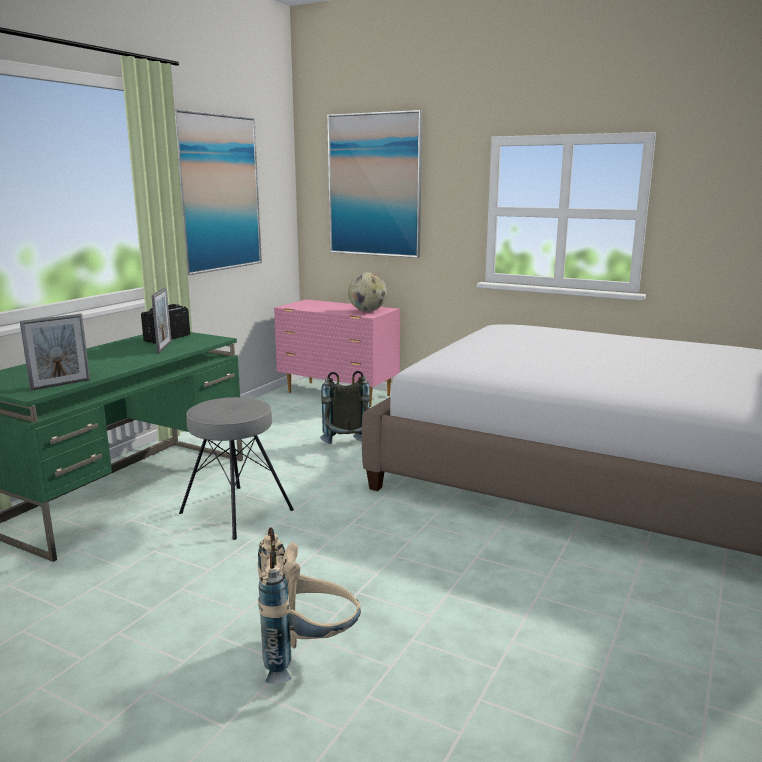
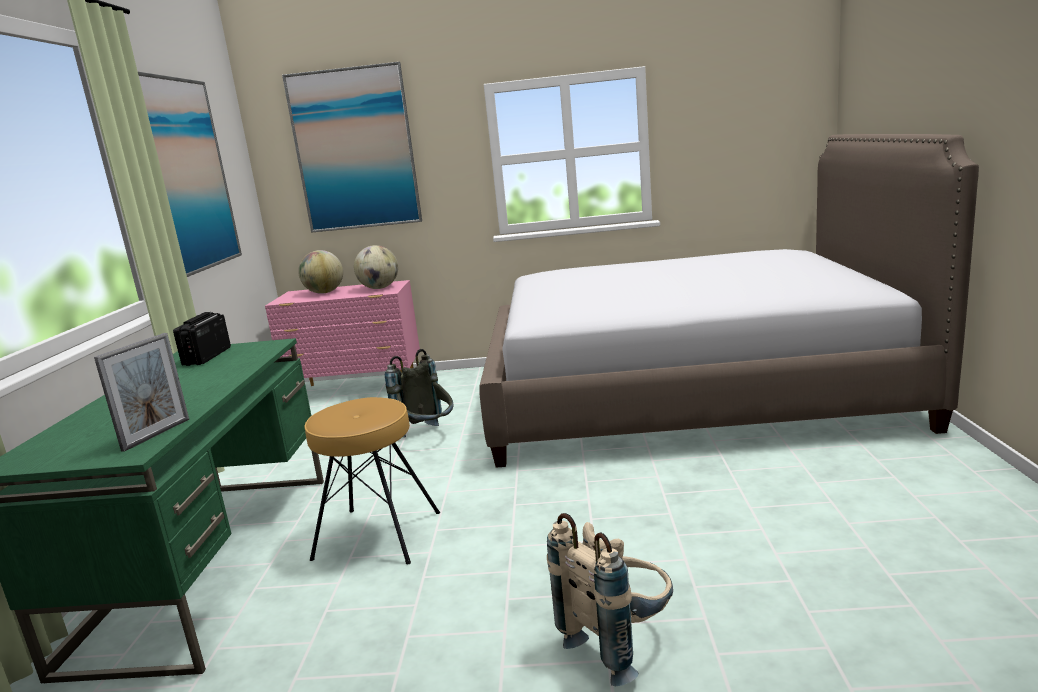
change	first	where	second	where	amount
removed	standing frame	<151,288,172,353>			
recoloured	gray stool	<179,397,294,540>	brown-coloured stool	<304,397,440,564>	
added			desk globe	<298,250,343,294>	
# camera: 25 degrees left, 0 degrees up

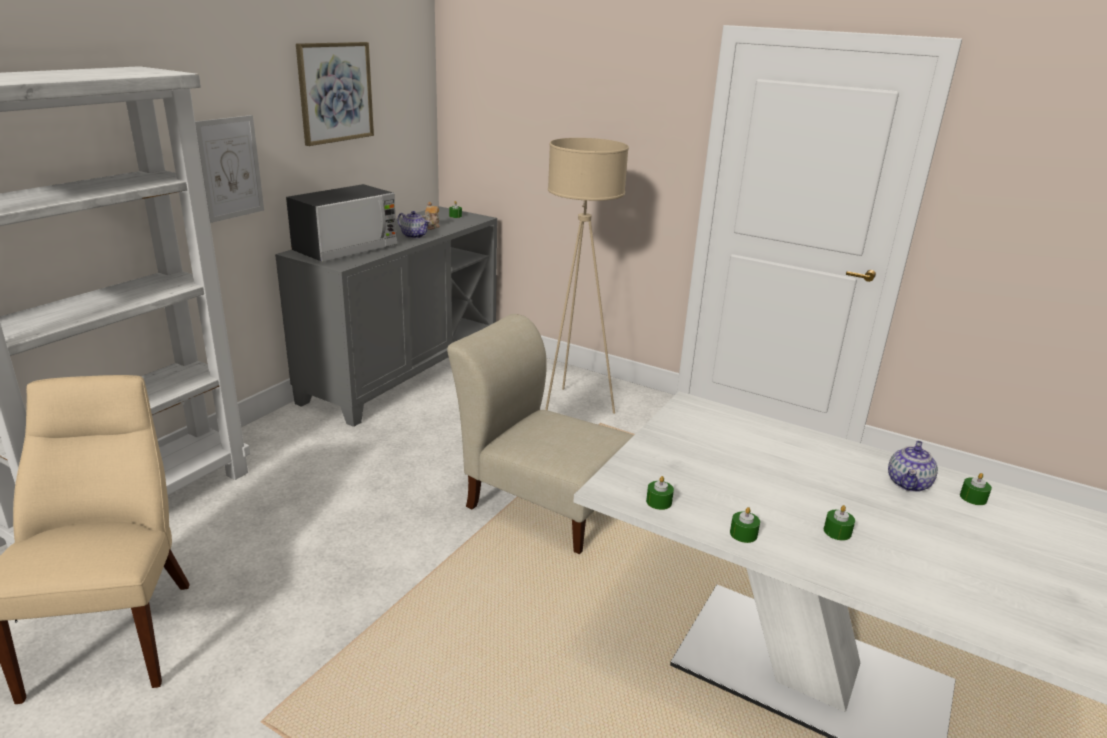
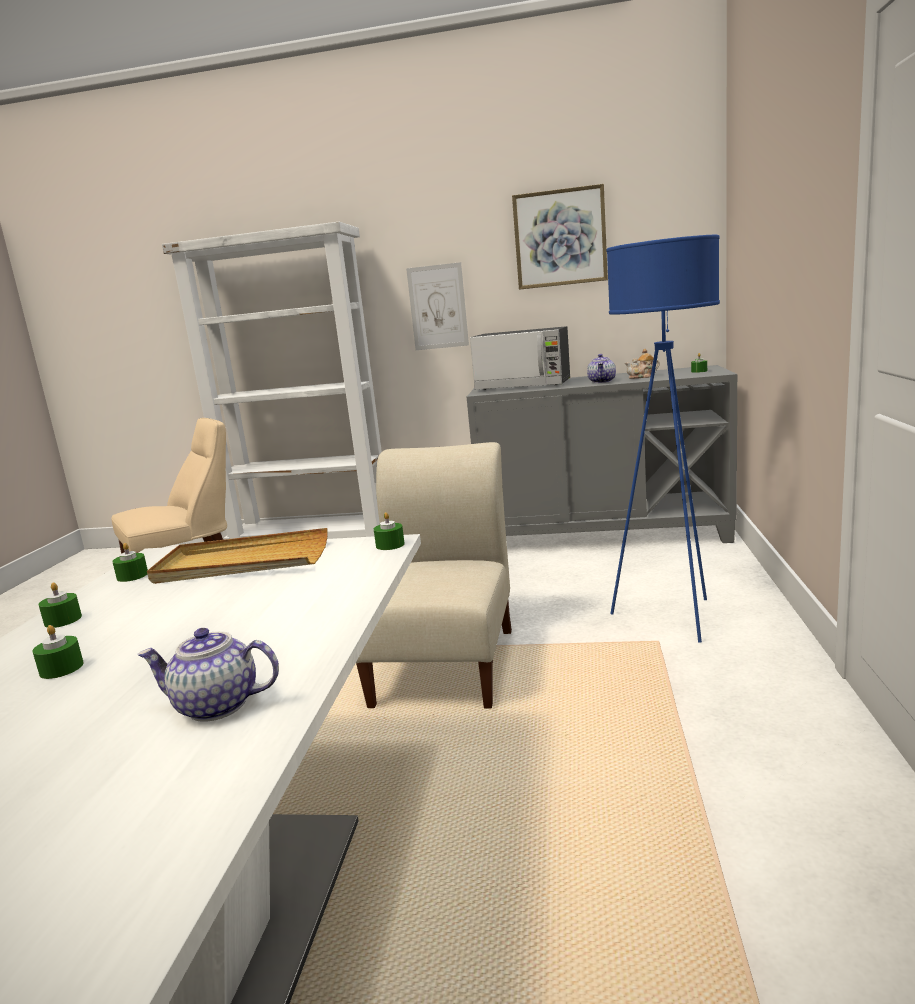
change	first	where	second	where	amount
recoloured	beige-coloured standard lamp	<545,138,629,414>	blue standard lamp	<606,235,720,643>	
moved	green candle	<960,473,992,505>		<374,512,405,550>	
added			beige-coloured serving tray	<147,528,328,584>	
# camera: 70 degrees right, 10 degrees down

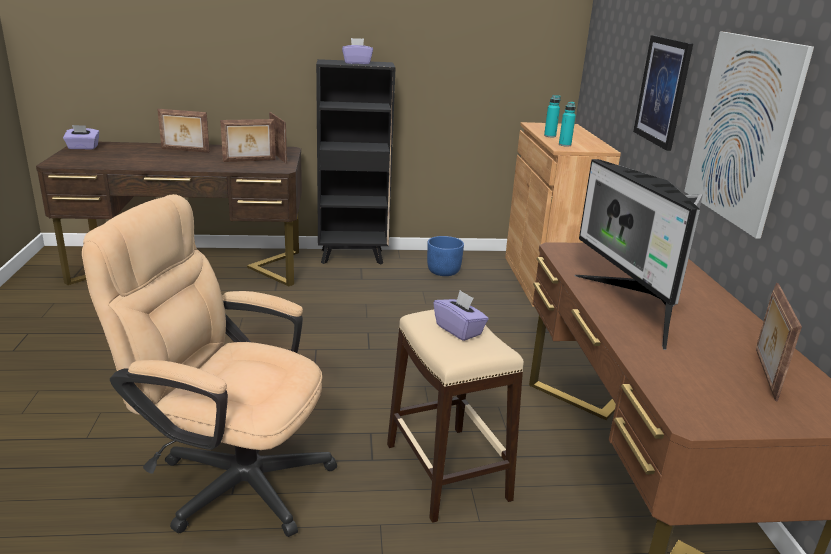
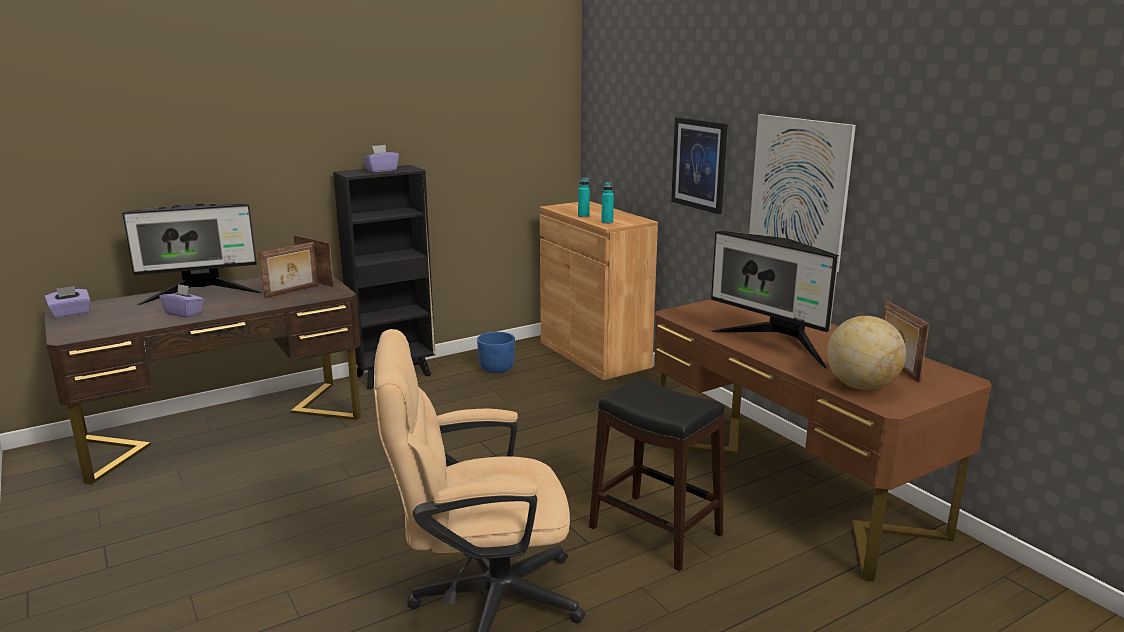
change	first	where	second	where	amount
replaced	standing frame	<157,109,210,153>	monitor	<122,204,263,305>	
recoloured	beige-coloured stool	<387,309,524,523>	blackish stool	<589,378,724,571>	
moved	purple box of tissues	<433,290,489,341>		<159,284,204,318>	
added			desk globe	<827,316,906,390>	
# camera: 25 degrees left, 5 degrees down

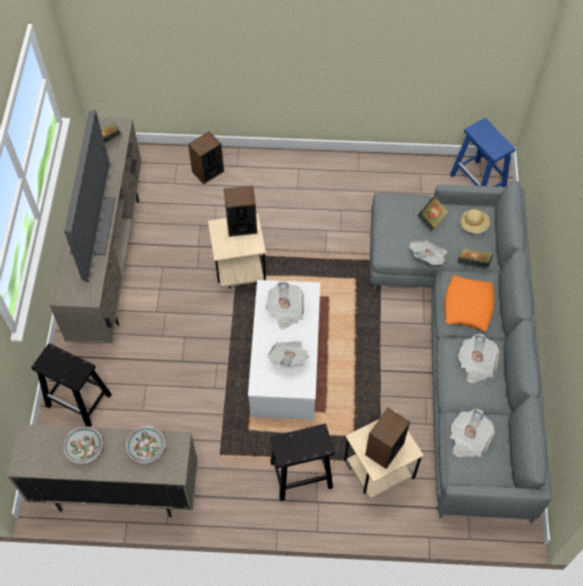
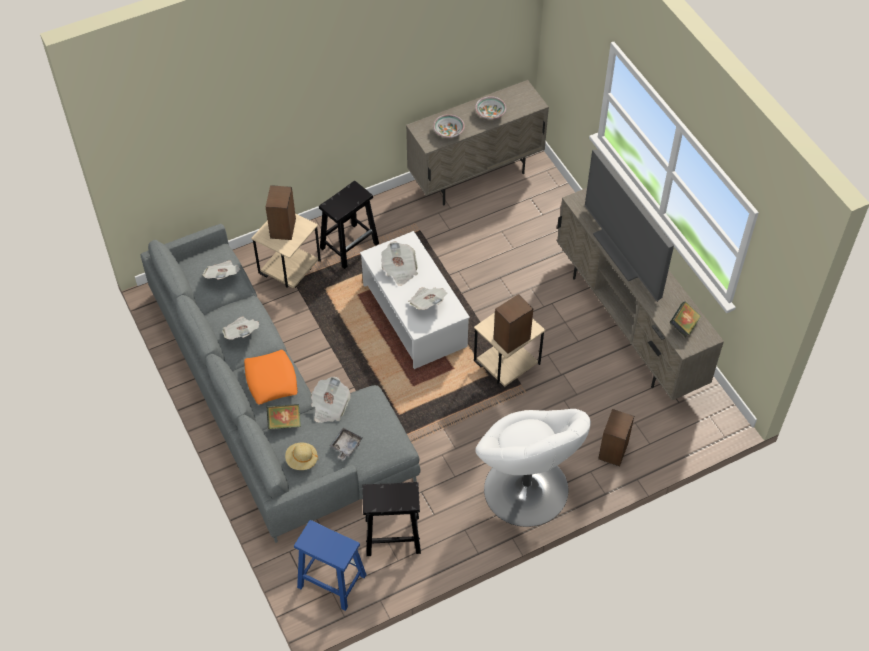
change	first	where	second	where	amount
moved	blackish stool	<31,343,112,427>		<362,482,421,556>	
replaced	book	<417,197,449,231>	gray serving tray	<330,428,362,461>	
added			white-coloured armchair	<475,409,591,527>	
# camera: 150 degrees right, 5 degrees down

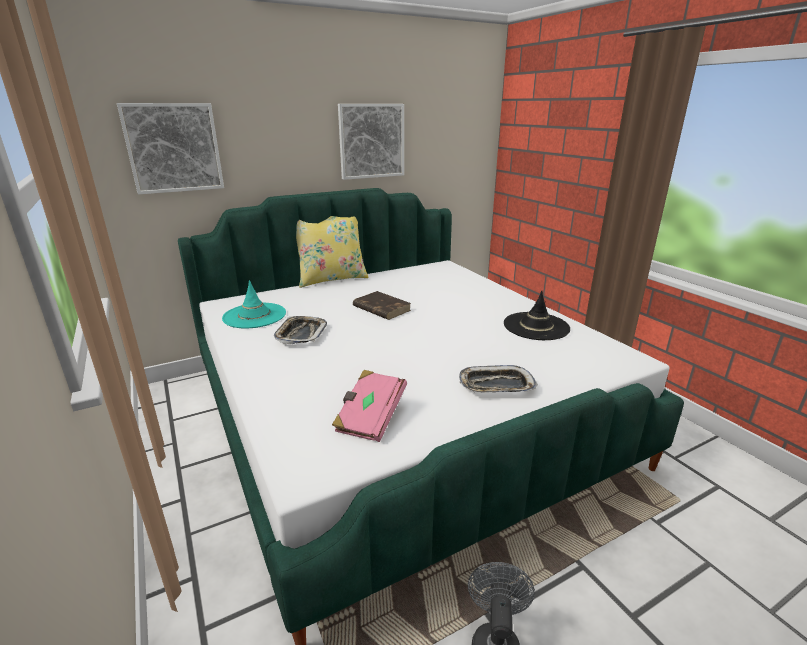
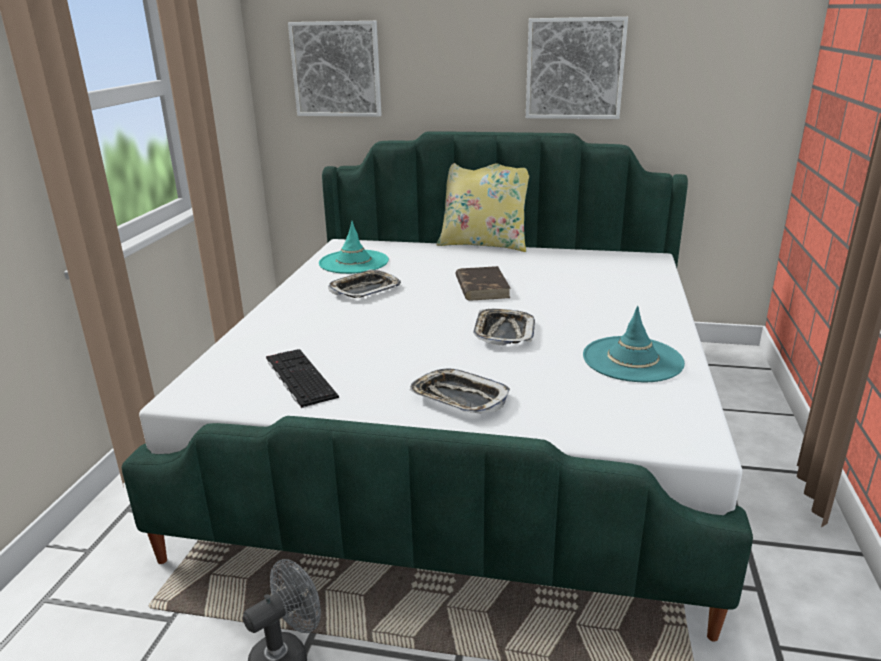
change	first	where	second	where	amount
replaced	pinkish book	<332,370,407,442>	computer keyboard	<266,349,339,408>	
recoloured	blackish hat	<504,291,570,340>	turquoise-coloured hat	<583,306,685,382>	
added			serving tray	<473,309,535,346>	
# camera: 40 degrees right, 0 degrees up

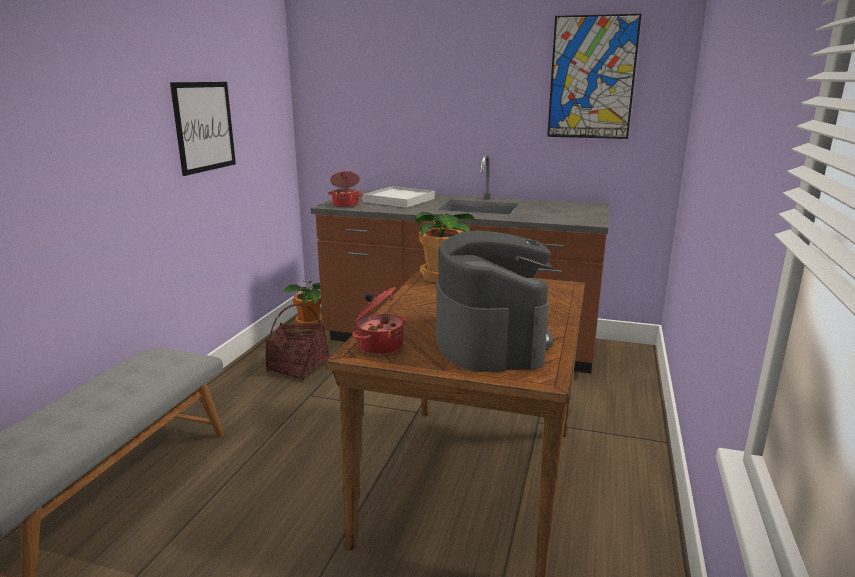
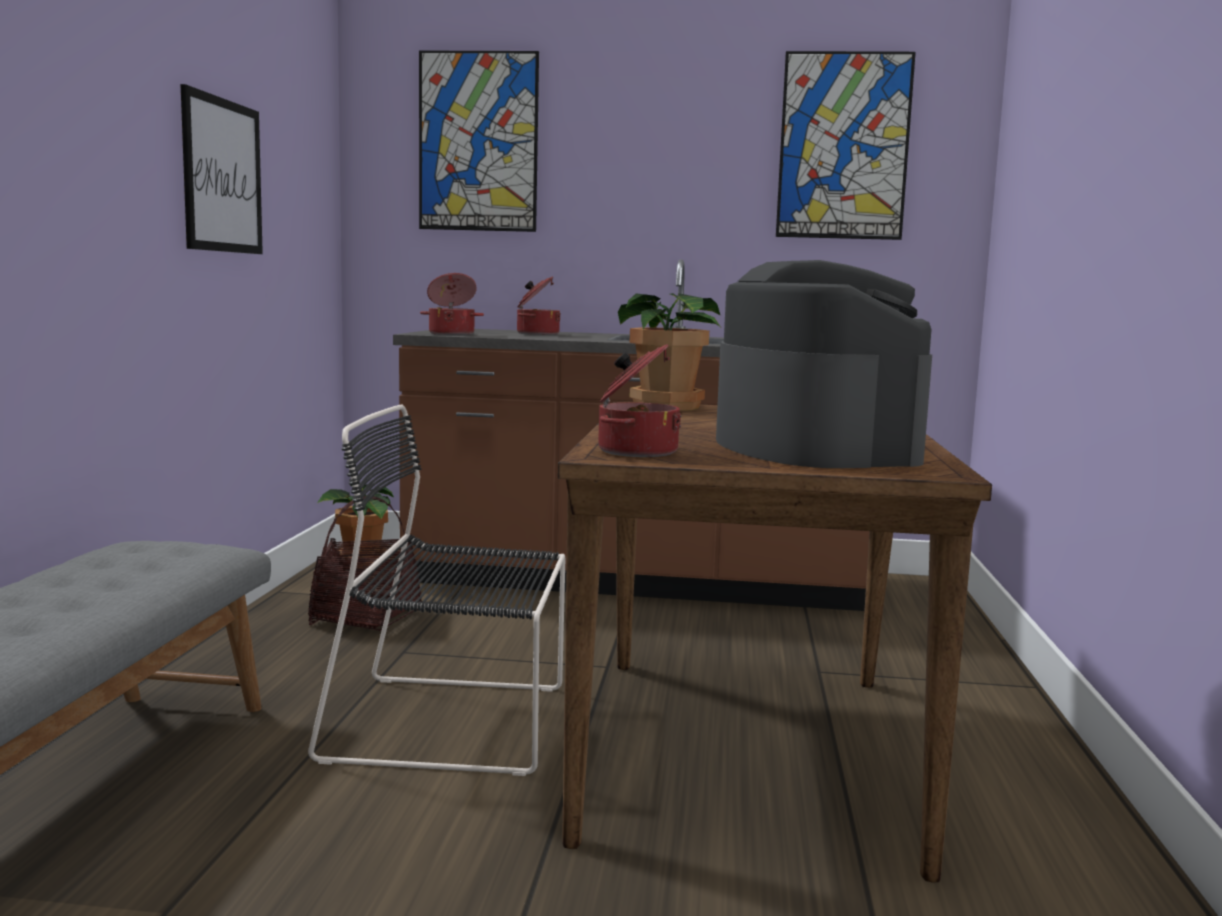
change	first	where	second	where	amount
replaced	white-coloured serving tray	<363,186,435,208>	stockpot	<517,276,561,335>	
added			blackish upright chair	<308,405,565,776>	
added			wall picture	<419,51,539,232>	
# camera: 10 degrees left, 10 degrees down

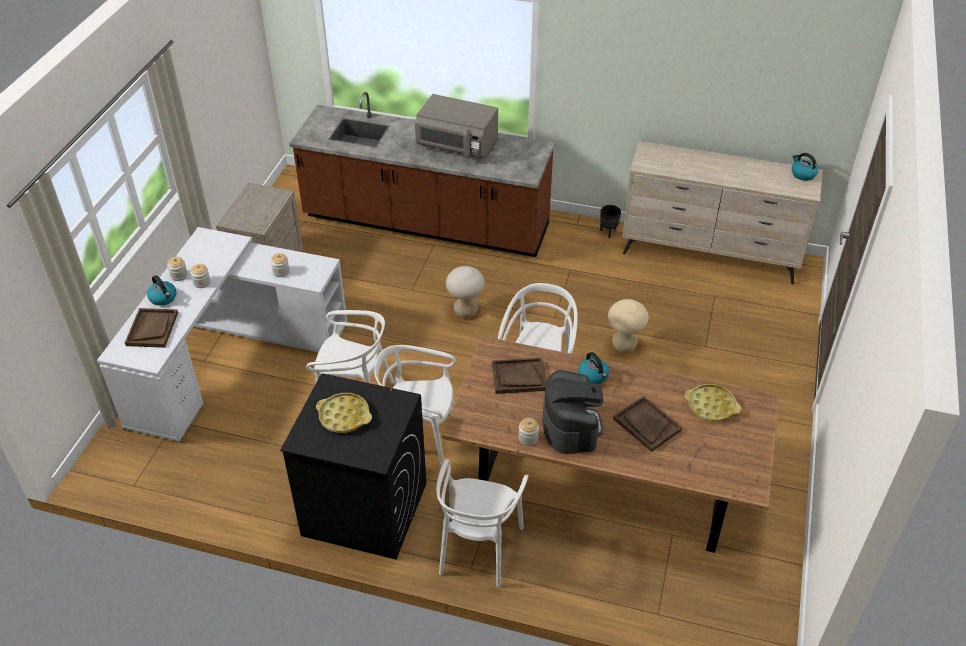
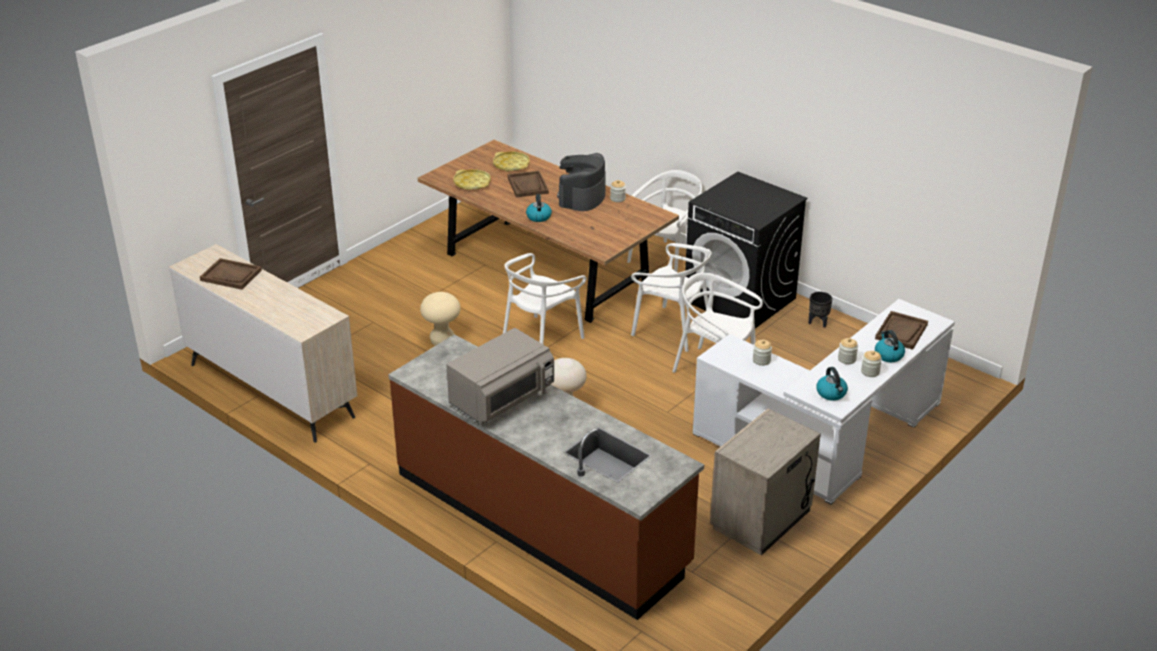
change	first	where	second	where	amount
moved	yellow serving tray	<316,393,372,433>		<493,151,530,171>	
turned	gray microwave oven	<415,94,498,159>		<446,328,554,424>	90 degrees clockwise
moved	brown-coloured serving tray	<492,357,547,394>		<200,258,262,290>	
moved	blackish flower pot	<600,205,621,238>		<809,292,833,328>	
moved	kettle	<792,153,818,181>		<816,367,848,401>	
# camera: 155 degrees left, 10 degrees down

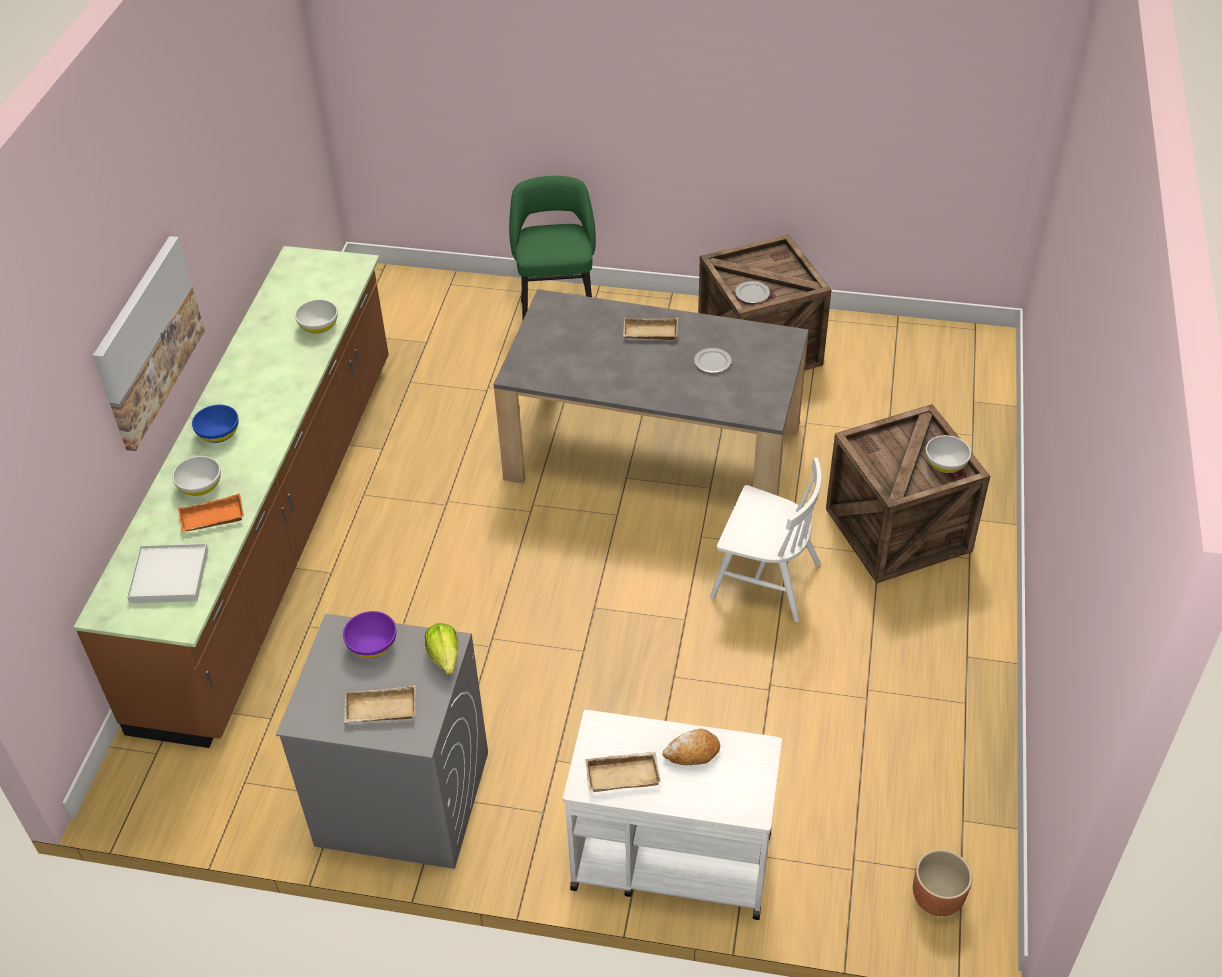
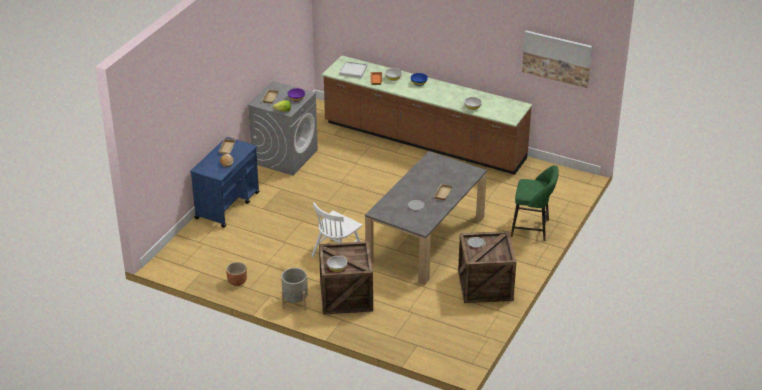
change	first	where	second	where	amount
moved	wall picture	<93,236,205,451>		<522,30,592,88>	
recoloured	white-coloured trolley	<563,710,782,920>	blue trolley	<190,137,260,228>	
moved	brown-coloured flower pot	<913,849,972,916>		<226,262,247,286>	
added			gray flower pot	<281,268,308,310>	
# camera: 105 degrees right, 10 degrees down

